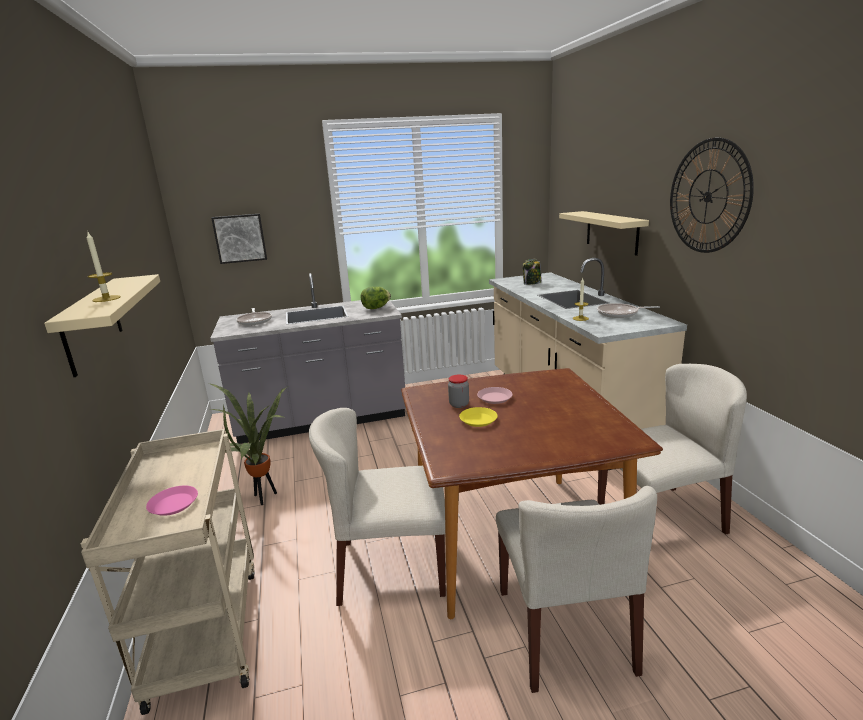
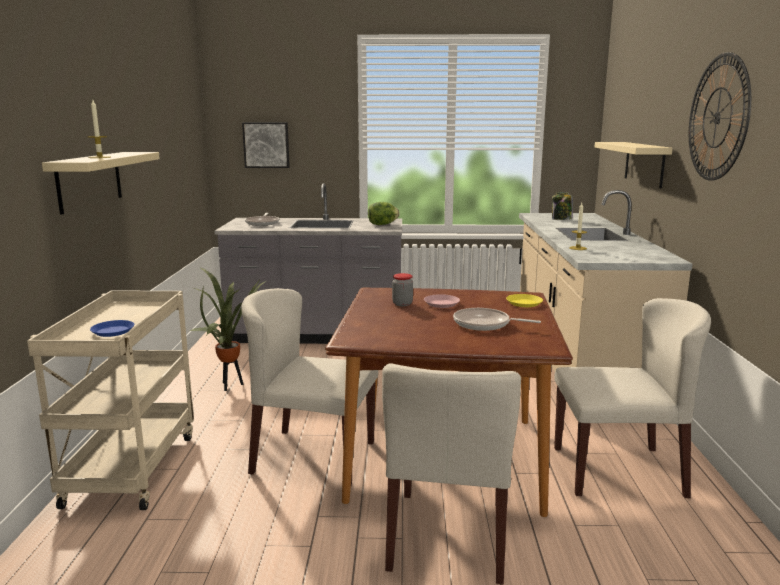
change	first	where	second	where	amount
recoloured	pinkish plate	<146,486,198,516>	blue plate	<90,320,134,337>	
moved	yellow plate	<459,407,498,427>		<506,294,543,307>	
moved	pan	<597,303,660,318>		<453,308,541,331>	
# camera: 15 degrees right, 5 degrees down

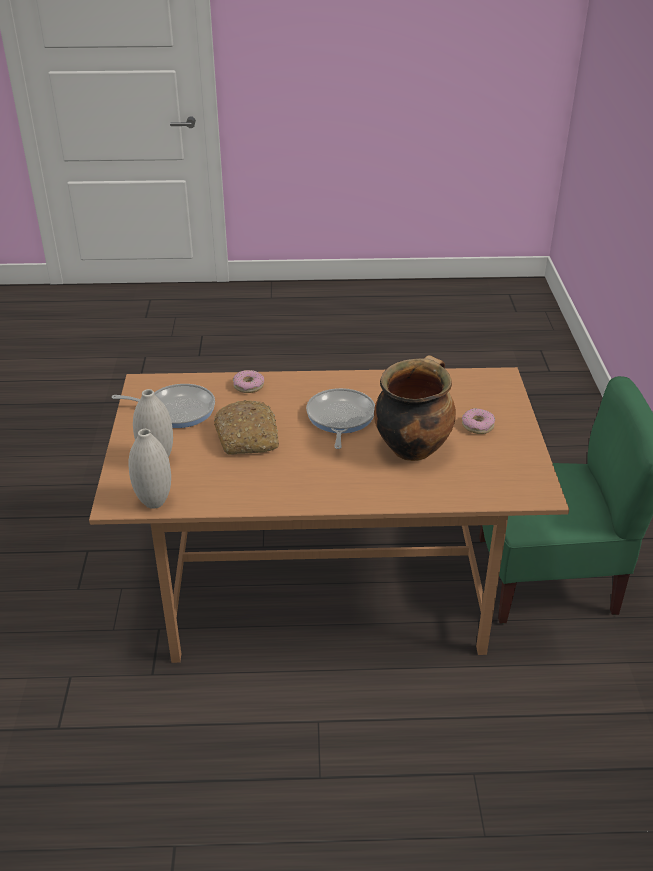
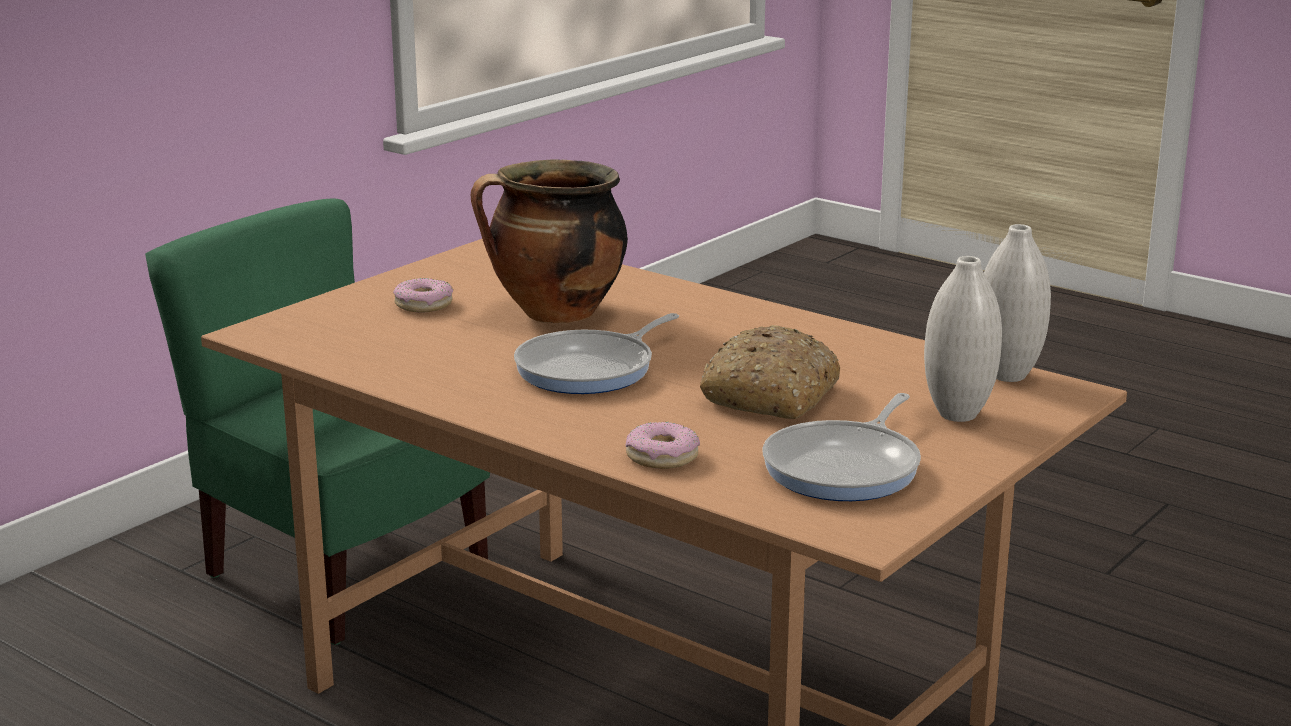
change	first	where	second	where	amount
turned	pan	<112,384,215,428>		<763,393,921,501>	105 degrees counterclockwise
# camera: 140 degrees left, 15 degrees down

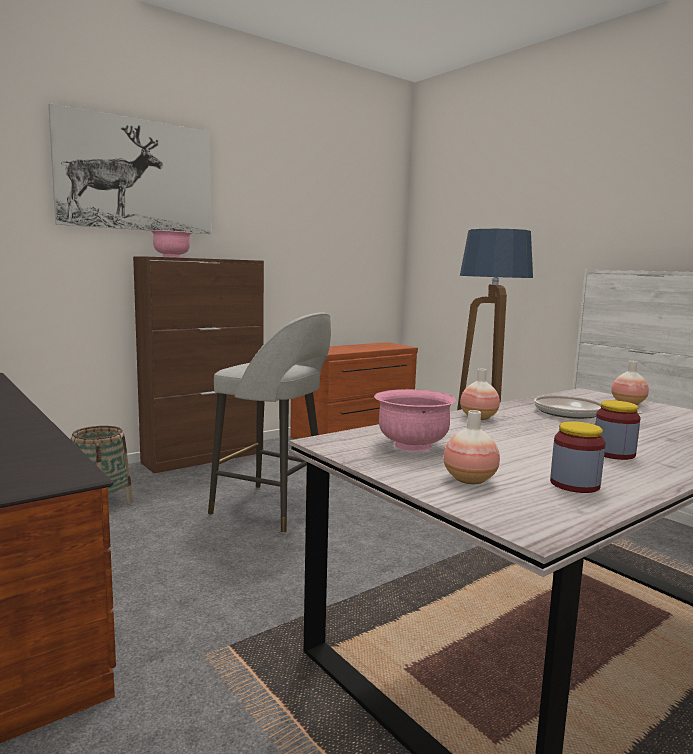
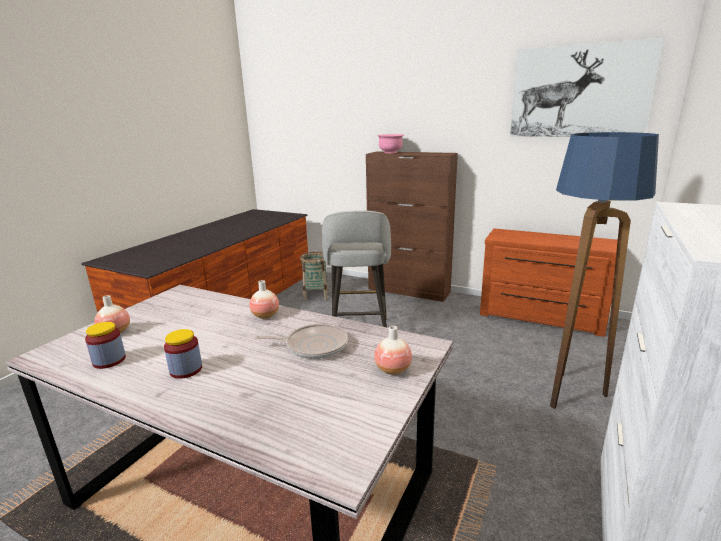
change	first	where	second	where	amount
moved	wall picture	<48,103,211,234>		<510,38,664,137>	
removed	pinkish deep dish	<374,389,456,451>			
turned	pan	<534,395,642,419>		<255,324,348,359>	75 degrees clockwise
# camera: 65 degrees right, 10 degrees up

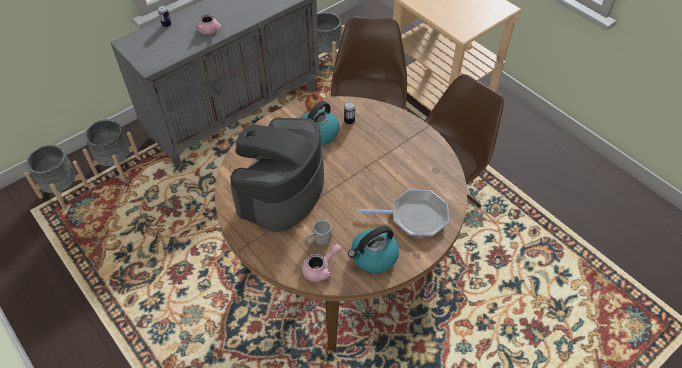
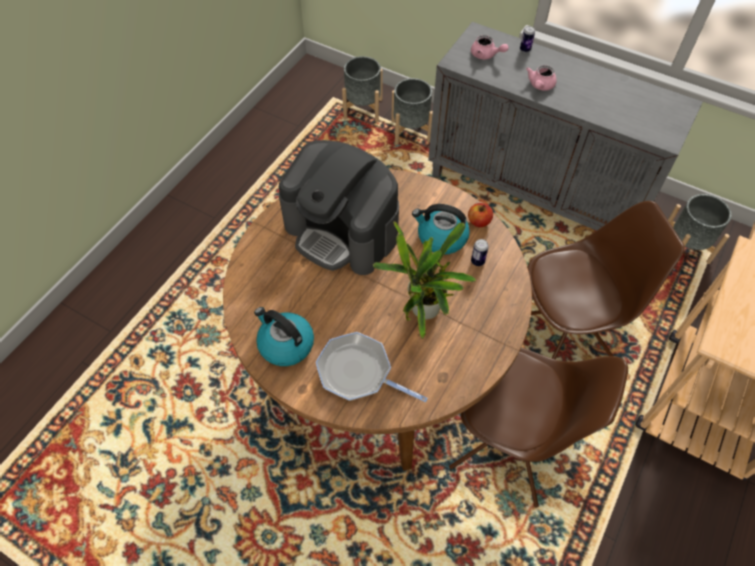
change	first	where	second	where	amount
turned	coffee maker	<230,117,324,232>		<279,140,399,275>	150 degrees counterclockwise
moved	pinkish tea pot	<302,244,341,282>		<471,35,509,59>	
removed	gray mug	<304,220,333,246>			
turned	pan	<357,190,449,236>		<316,332,428,402>	135 degrees clockwise
added			potted plant	<373,221,476,339>	
# camera: 70 degrees right, 5 degrees up

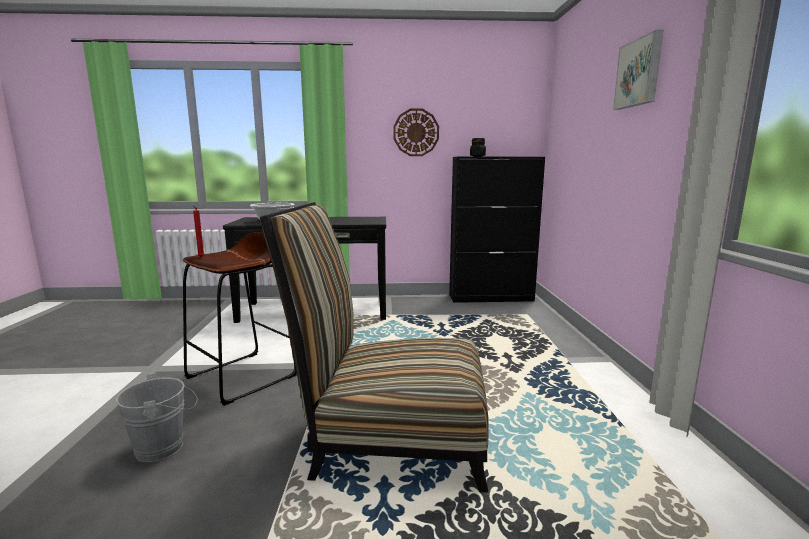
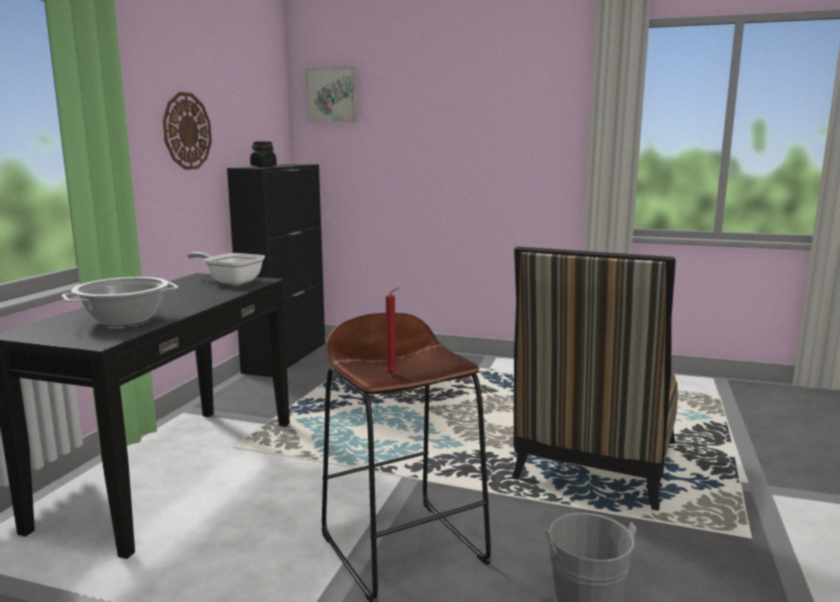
change	first	where	second	where	amount
moved	wall picture	<613,30,663,110>		<305,67,357,123>	
added			pan	<187,252,265,284>	
# camera: 70 degrees left, 0 degrees up

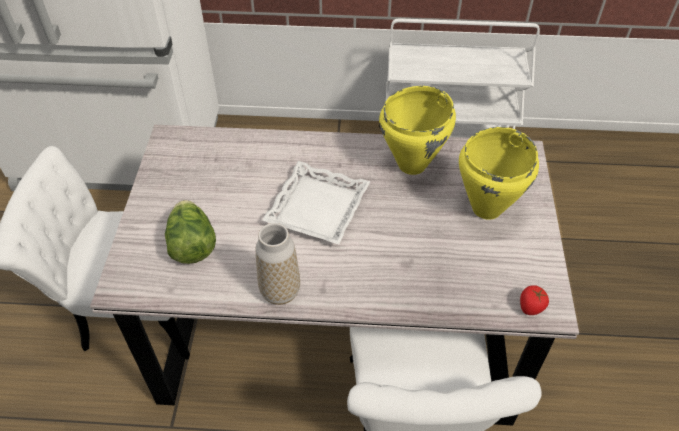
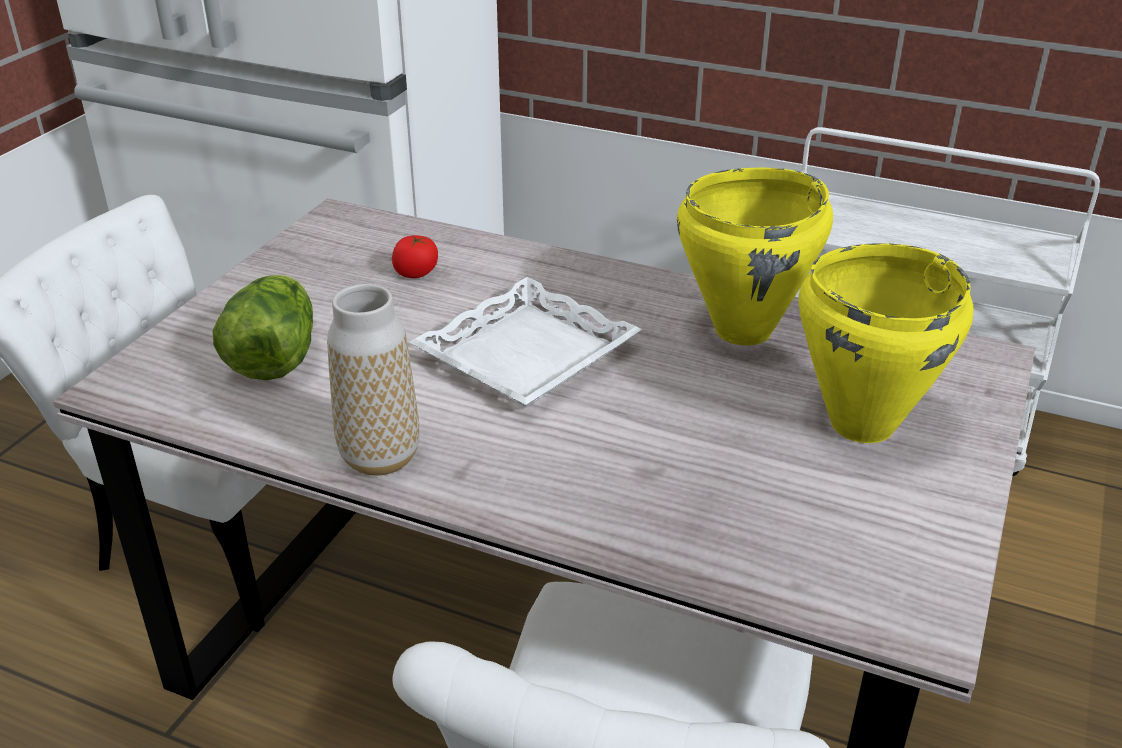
change	first	where	second	where	amount
moved	whole tomato	<520,285,549,315>		<392,235,438,278>	
# camera: 20 degrees right, 15 degrees down

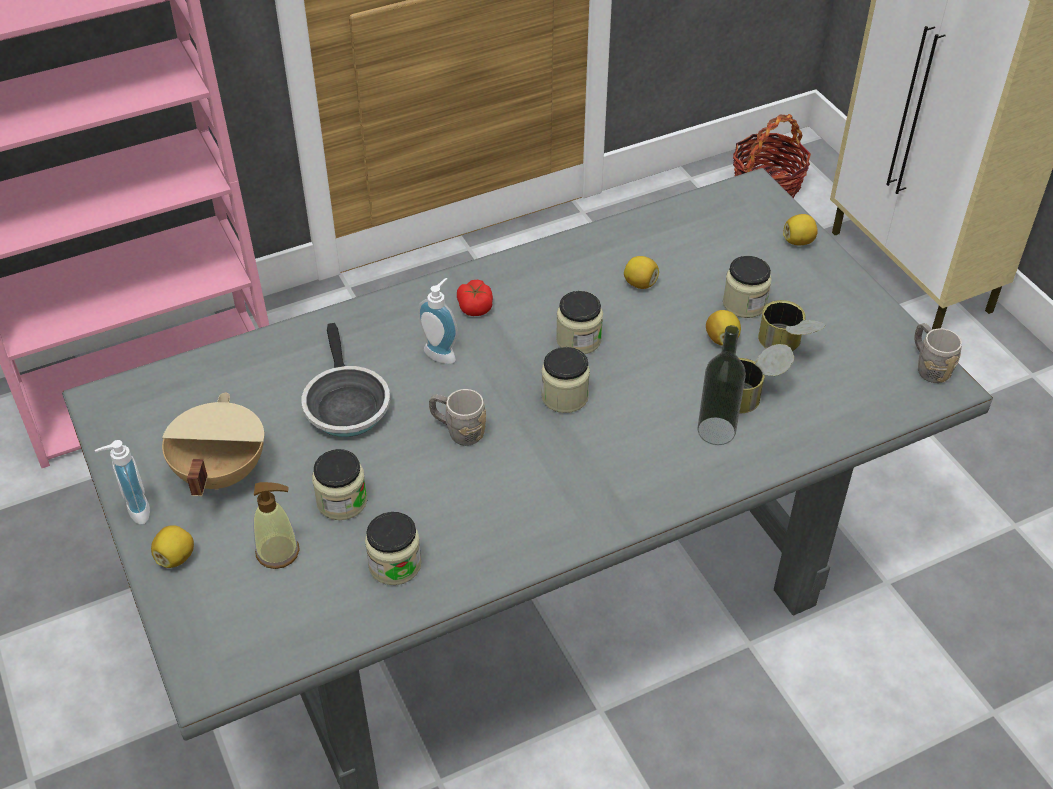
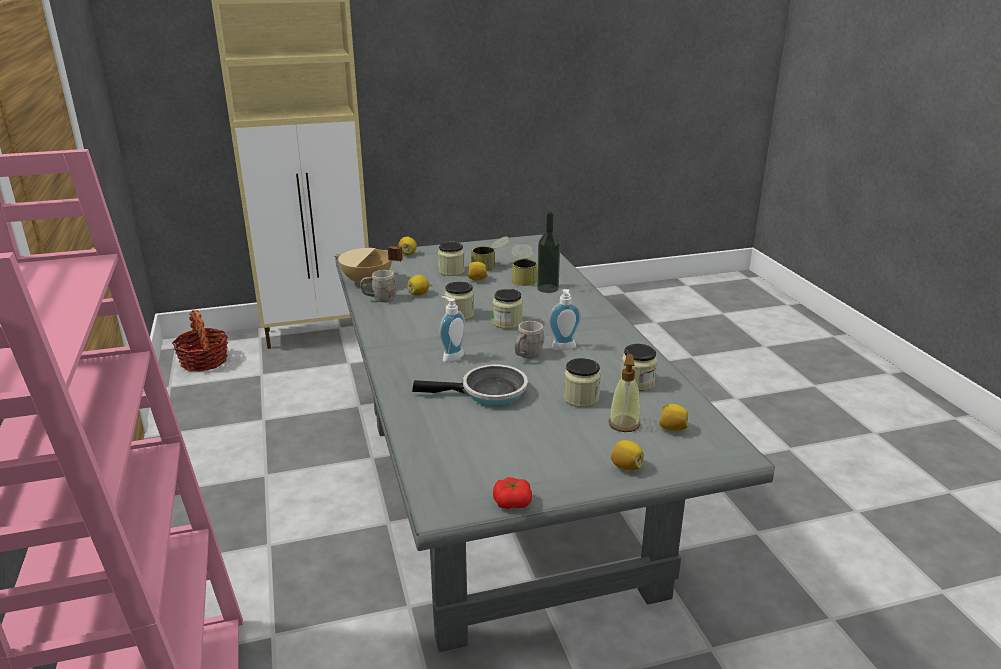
change	first	where	second	where	amount
moved	soap dispenser	<95,440,150,524>		<549,289,581,350>	
moved	beige-coloured stockpot	<162,392,264,496>		<334,246,403,287>	
moved	whole tomato	<457,280,493,316>		<493,477,532,509>	
moved	gray mug	<914,323,962,383>		<360,270,396,302>	
added			whole lemon	<659,404,688,431>	
# camera: 80 degrees left, 20 degrees down

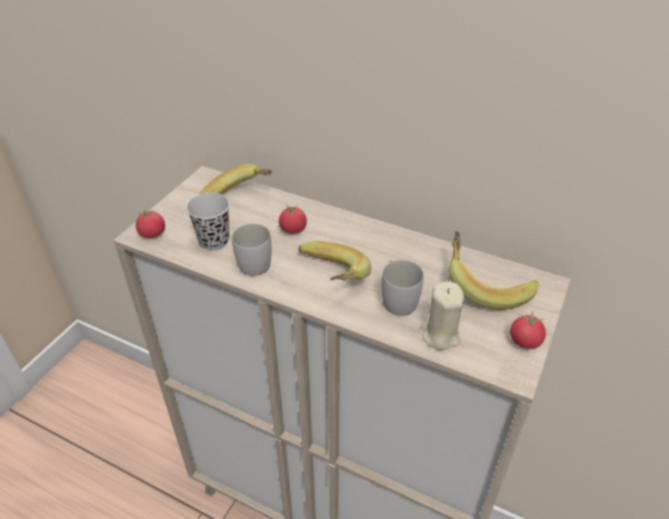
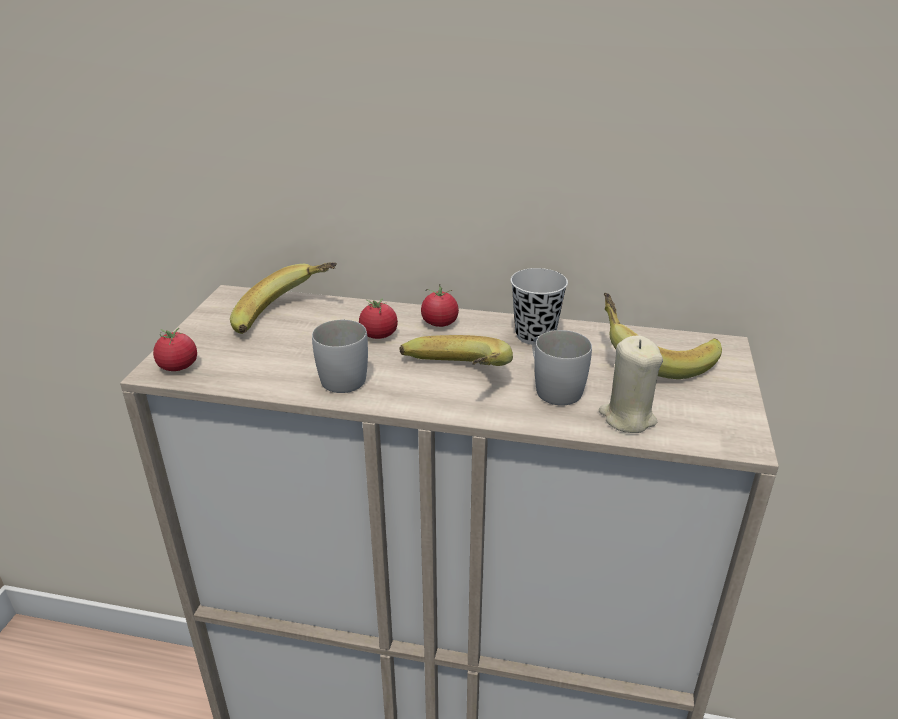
change	first	where	second	where	amount
moved	blackish small cup	<186,193,229,250>		<511,268,568,345>	
moved	whole tomato	<510,311,546,349>		<421,284,459,327>	
# camera: 15 degrees left, 10 degrees down

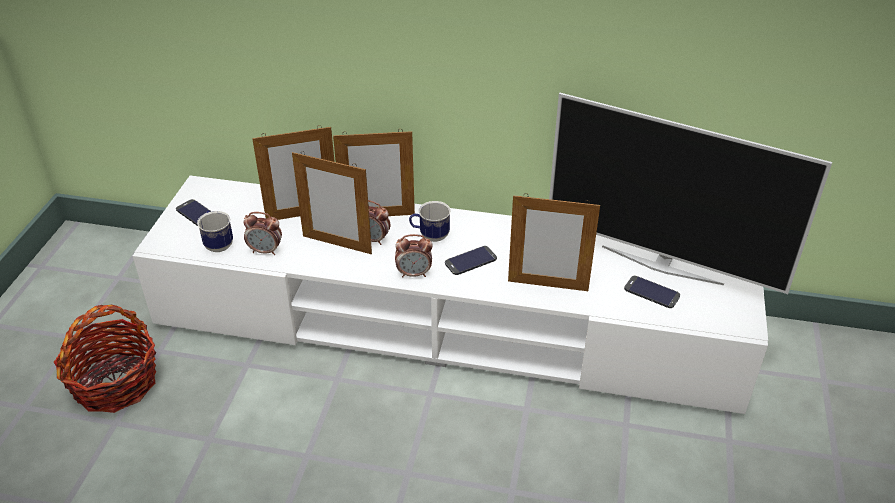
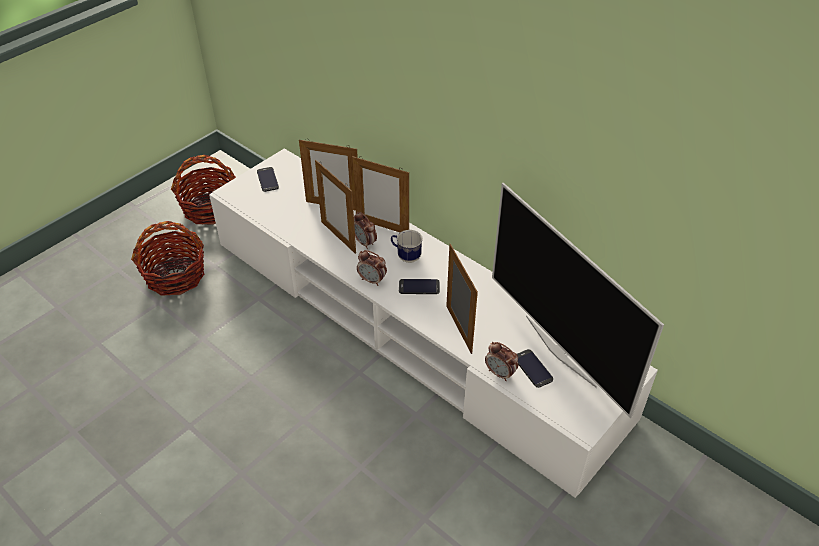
change	first	where	second	where	amount
removed	mug	<197,211,233,252>			
moved	alarm clock	<243,212,282,255>		<485,342,518,381>	
turned	standing frame	<508,193,600,291>		<446,244,478,354>	150 degrees counterclockwise
added			storage basket	<171,155,236,225>	
# camera: 30 degrees right, 5 degrees up

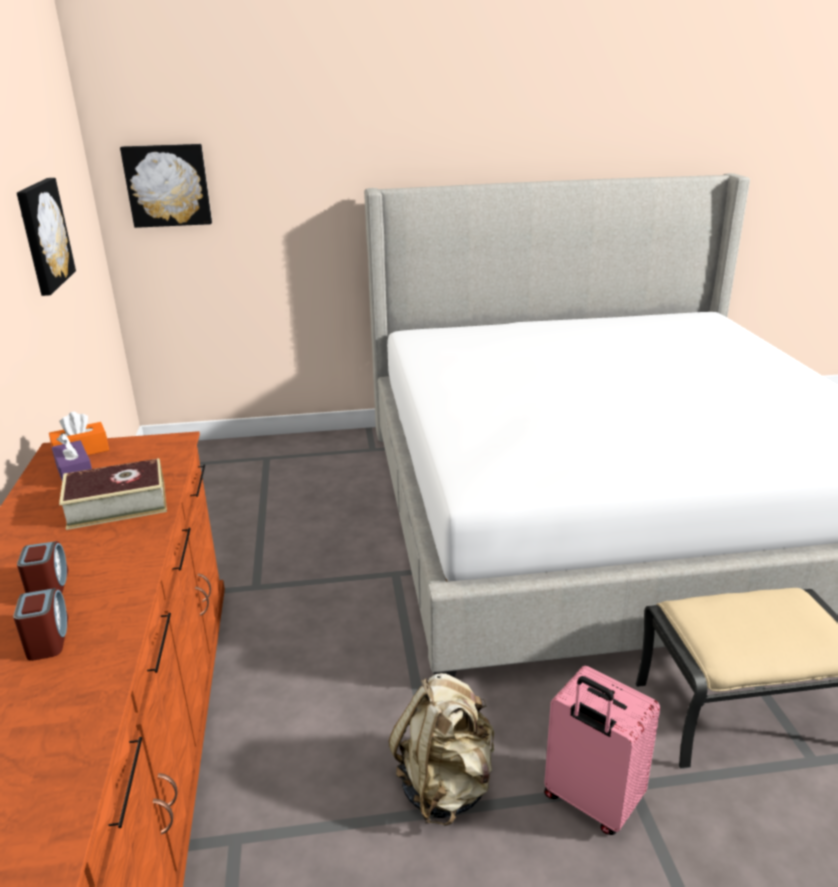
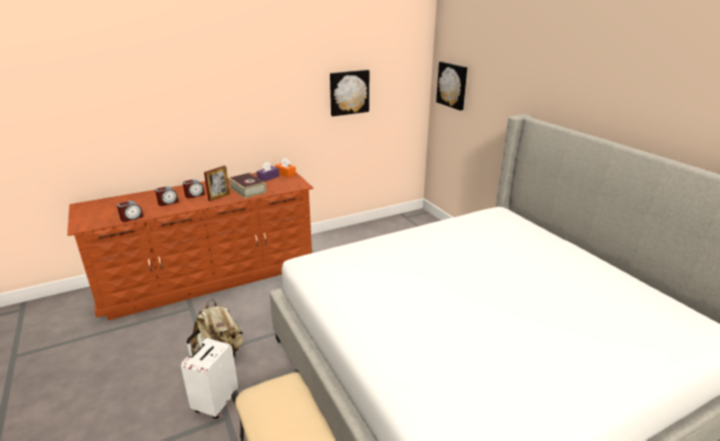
change	first	where	second	where	amount
recoloured	pinkish suitcase	<544,666,660,835>	white-coloured suitcase	<181,330,238,419>	
added			alarm clock	<117,201,143,222>	
added			standing frame	<204,166,230,201>	
# camera: 70 degrees right, 0 degrees up

